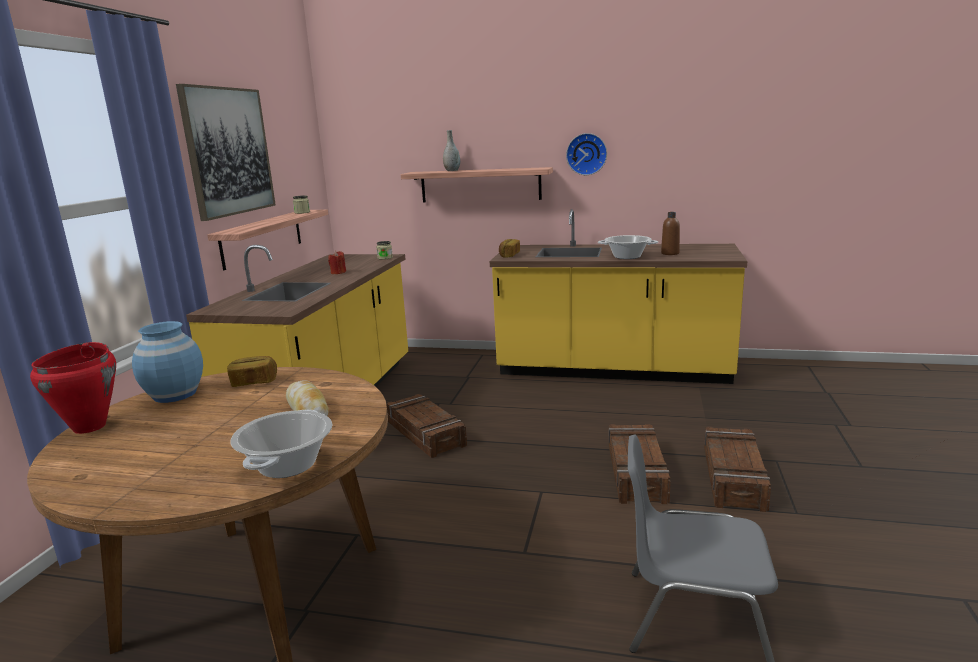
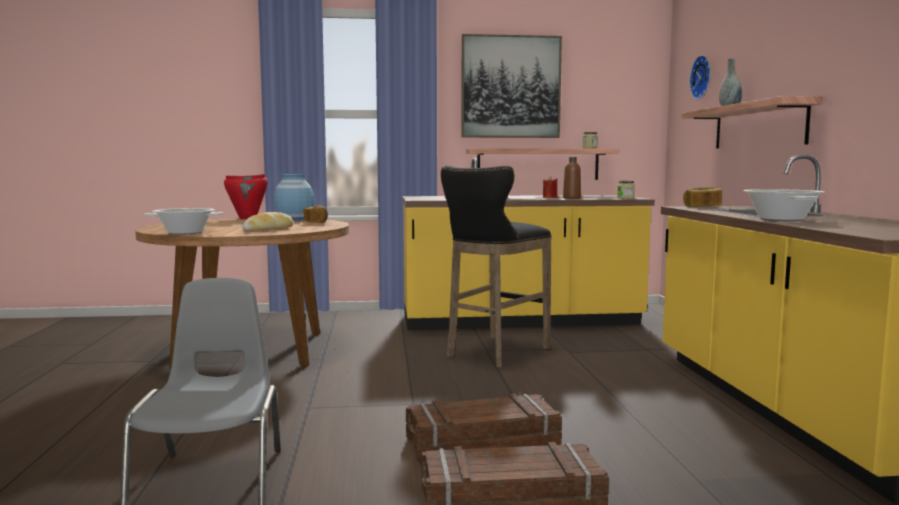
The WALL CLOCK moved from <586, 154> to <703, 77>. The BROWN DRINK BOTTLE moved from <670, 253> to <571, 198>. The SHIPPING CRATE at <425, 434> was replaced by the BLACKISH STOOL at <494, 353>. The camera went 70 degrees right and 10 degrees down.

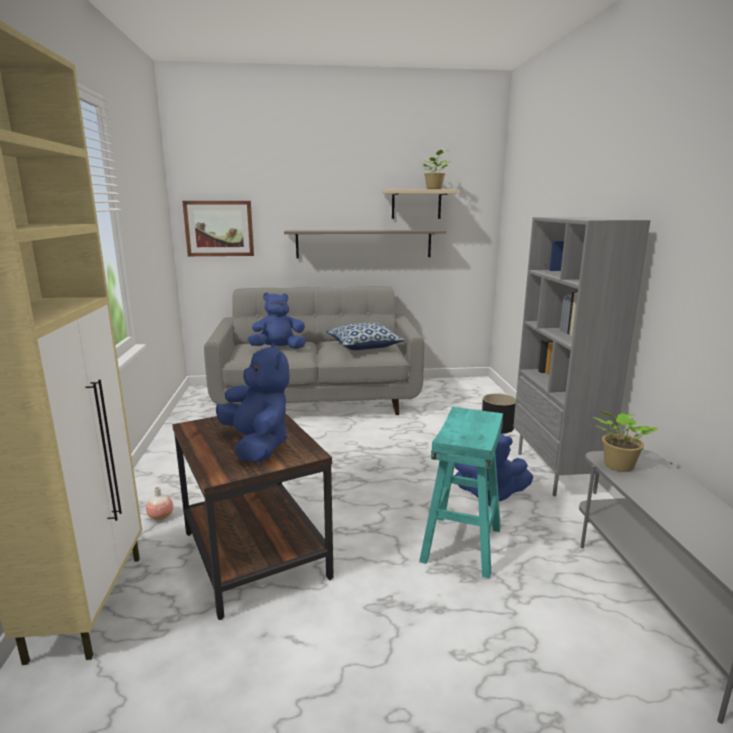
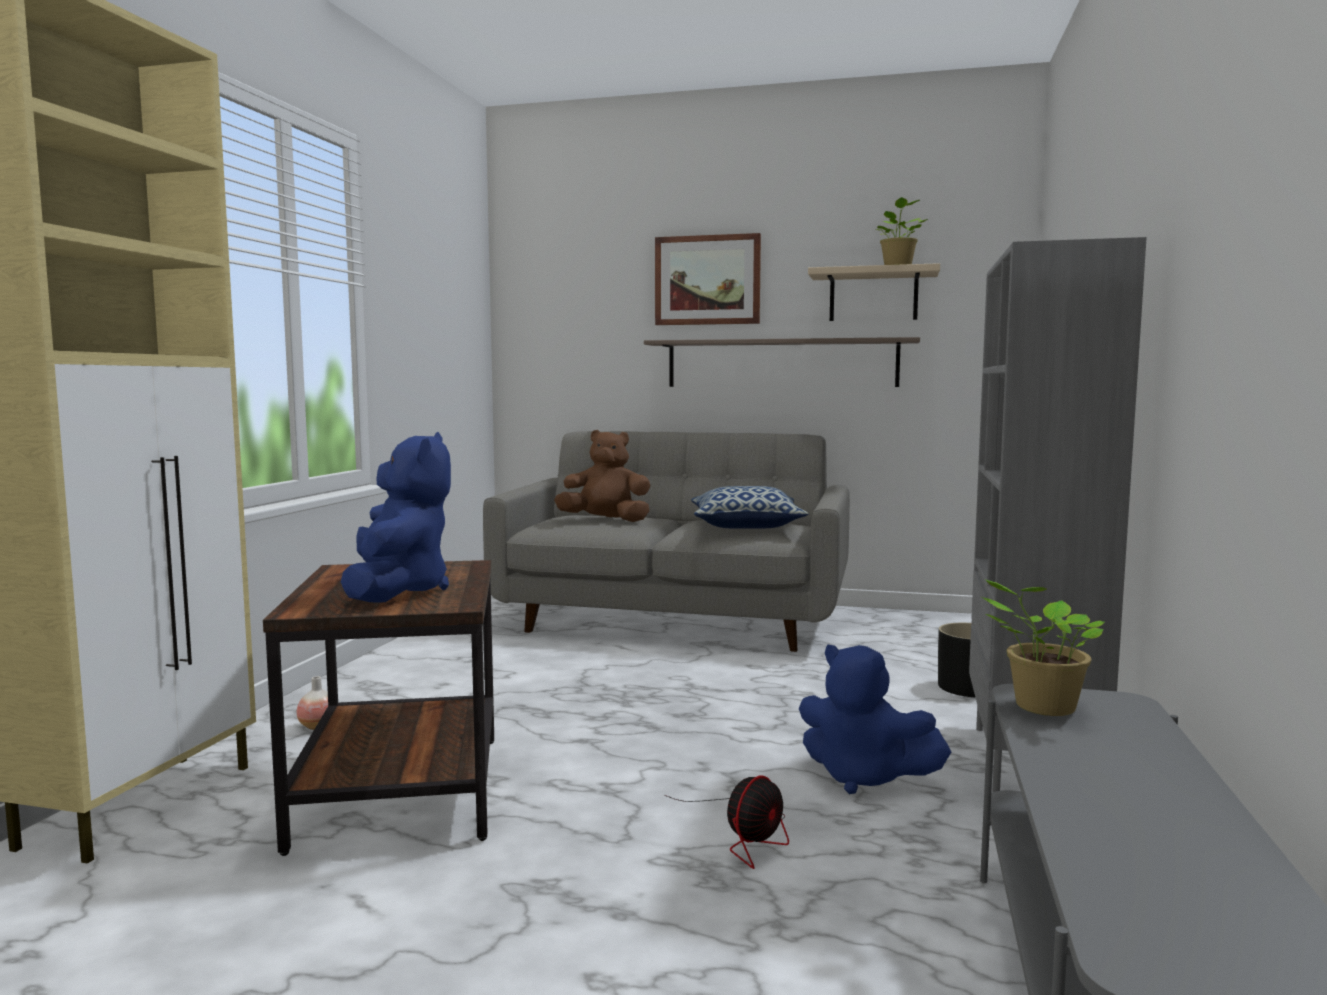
The WALL PICTURE moved from <219, 228> to <707, 280>. The BLUE SOFT TOY at <278, 349> became the BROWN SOFT TOY at <606, 521>. The TURQUOISE-COLOURED STOOL at <462, 544> was replaced by the COOLING FAN at <747, 835>. The camera went 20 degrees right and 10 degrees down.

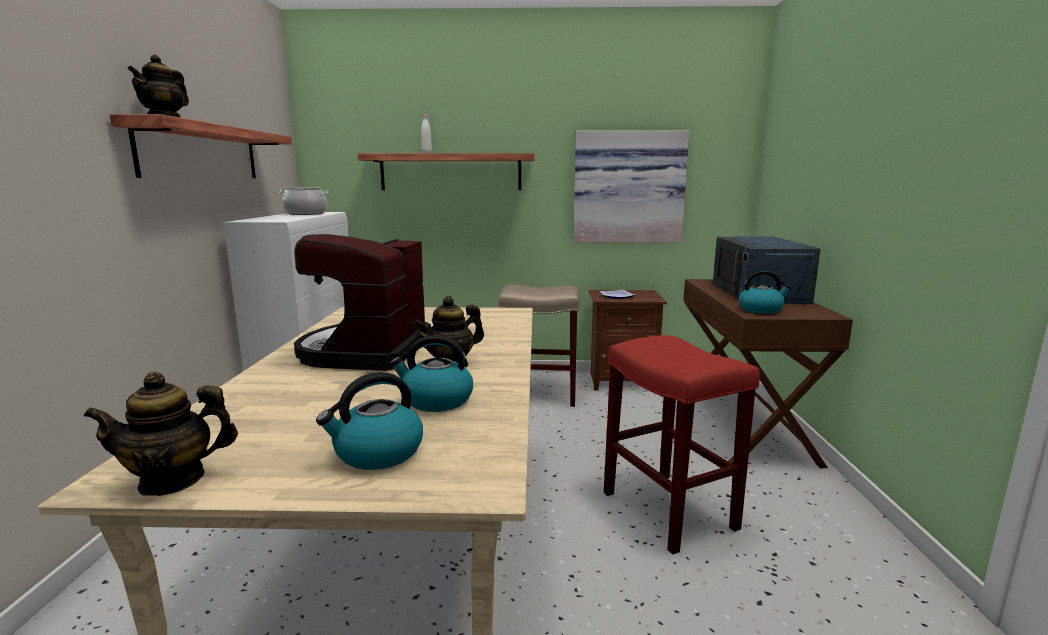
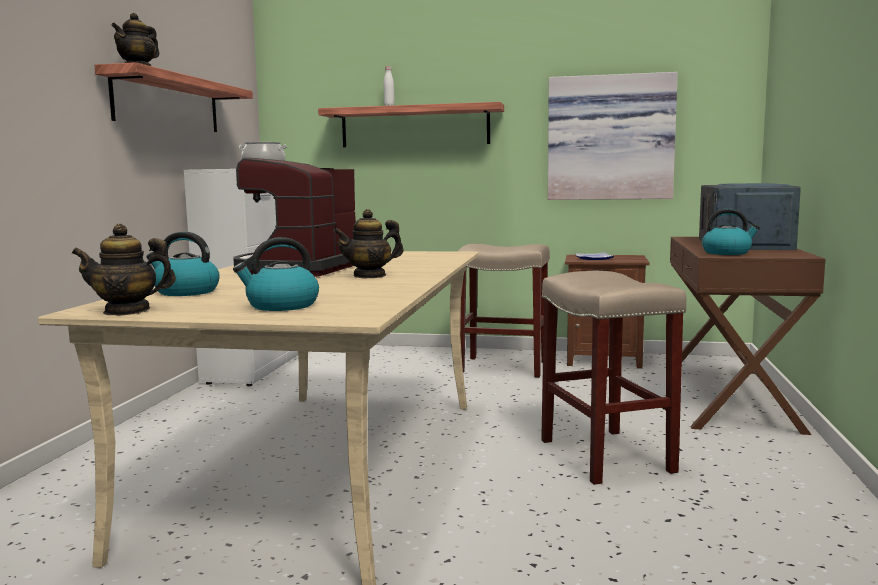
The TEA KETTLE moved from <436, 400> to <185, 292>. The RED-COLOURED STOOL at <666, 509> became the BEIGE-COLOURED STOOL at <604, 455>. The camera went 10 degrees right and 5 degrees down.

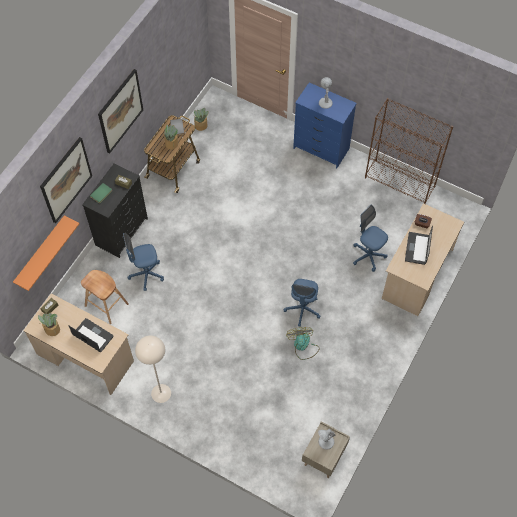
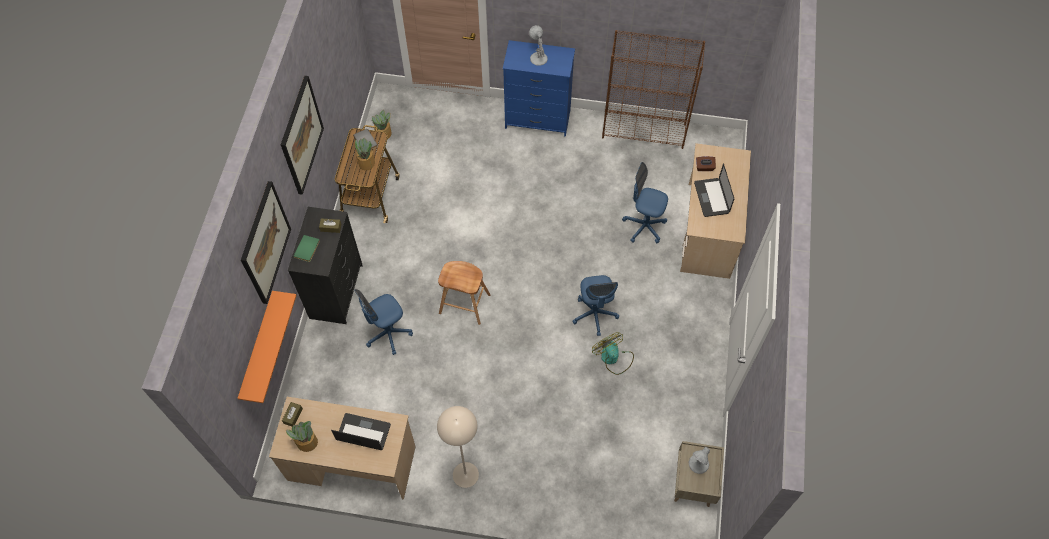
The BROWN STOOL moved from <106, 305> to <464, 304>. The camera went 20 degrees left and 0 degrees up.

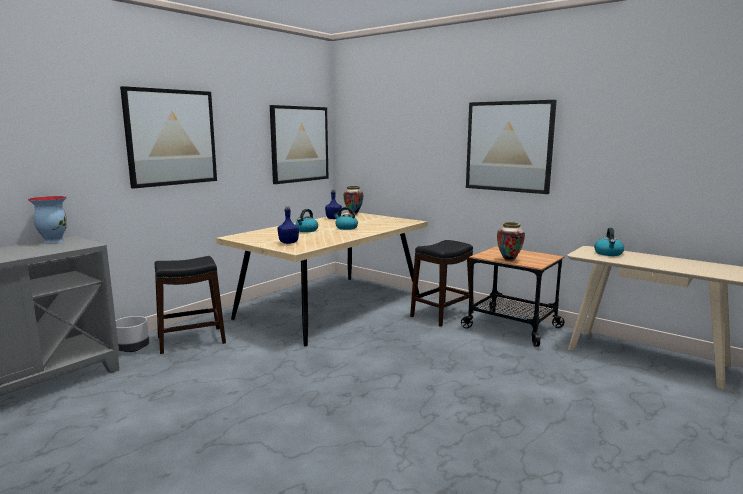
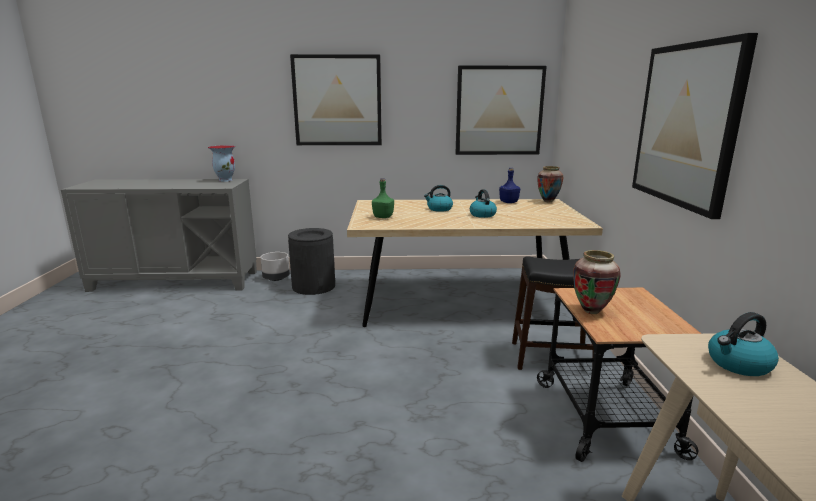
The BLUE DRINK BOTTLE at <288, 242> became the GREENISH DRINK BOTTLE at <383, 217>. The BLACKISH STOOL at <191, 340> was replaced by the BLACKISH RUBBISH BIN at <314, 286>. The camera went 50 degrees right and 5 degrees up.

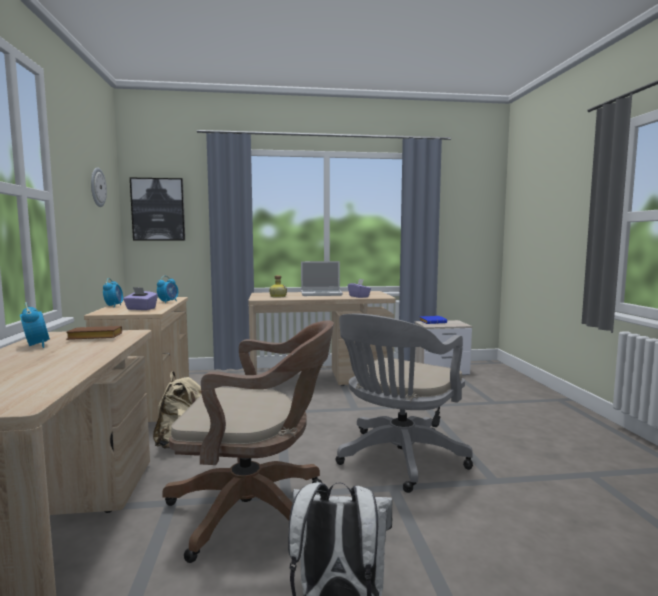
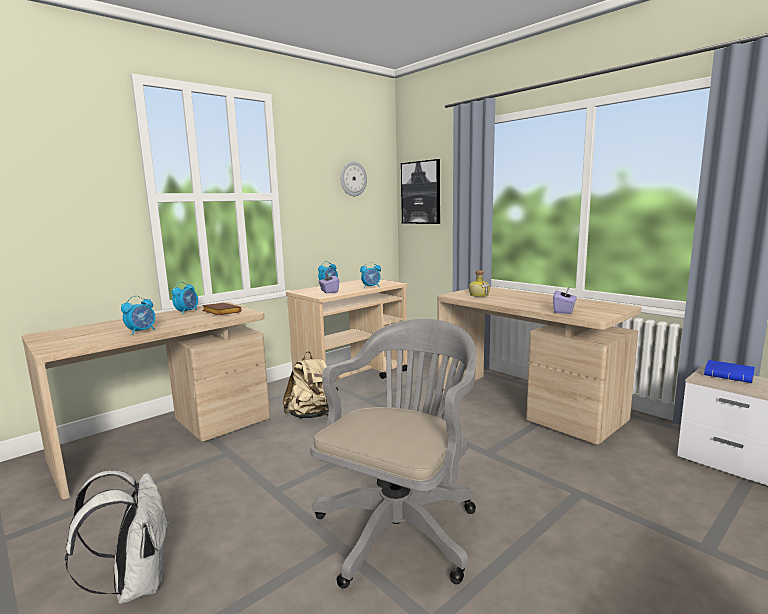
The PORTABLE COMPUTER at <321, 294> disappeared. The GRAY DESK CHAIR at <398, 460> turned 120 degrees clockwise. The BROWN DESK CHAIR at <256, 511> disappeared. The ALARM CLOCK at <142, 331> appeared. The camera went 55 degrees right and 5 degrees up.

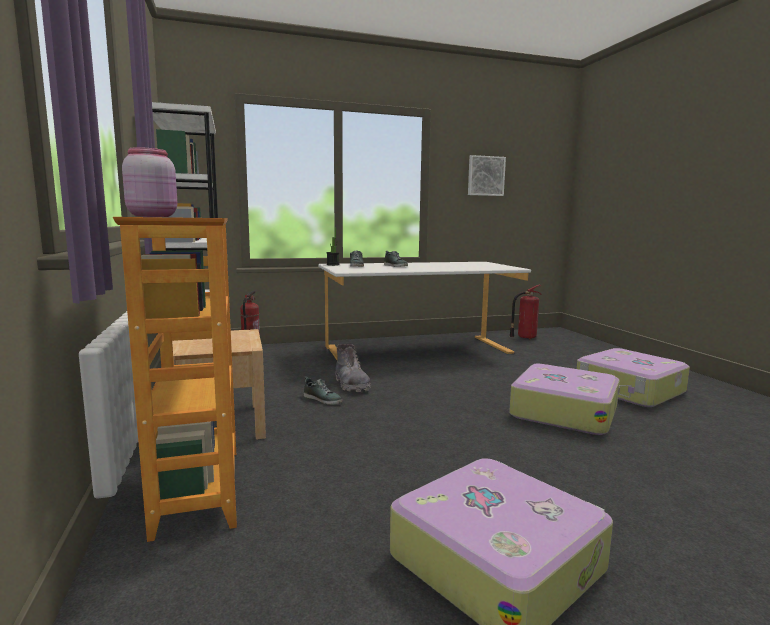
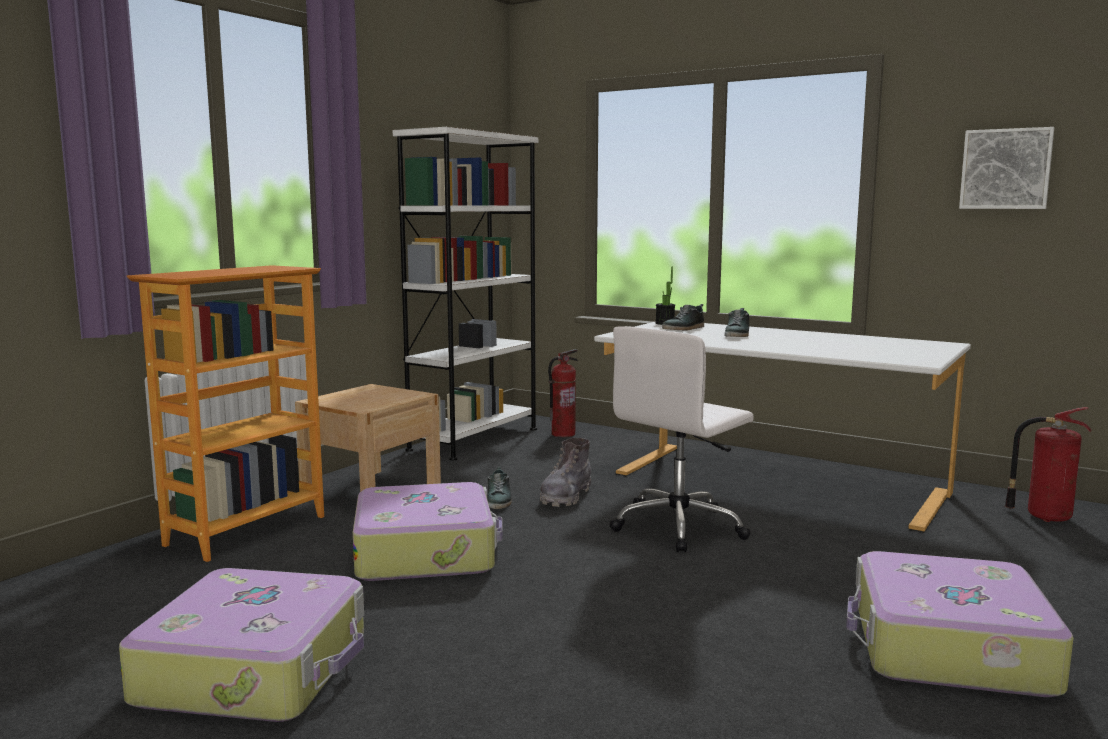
The PINK-COLOURED STORAGE JAR at <153, 216> disappeared. The TRAVEL CASE moved from <563, 411> to <426, 551>. The WHITE DESK CHAIR at <679, 526> appeared. The camera went 50 degrees right and 0 degrees up.

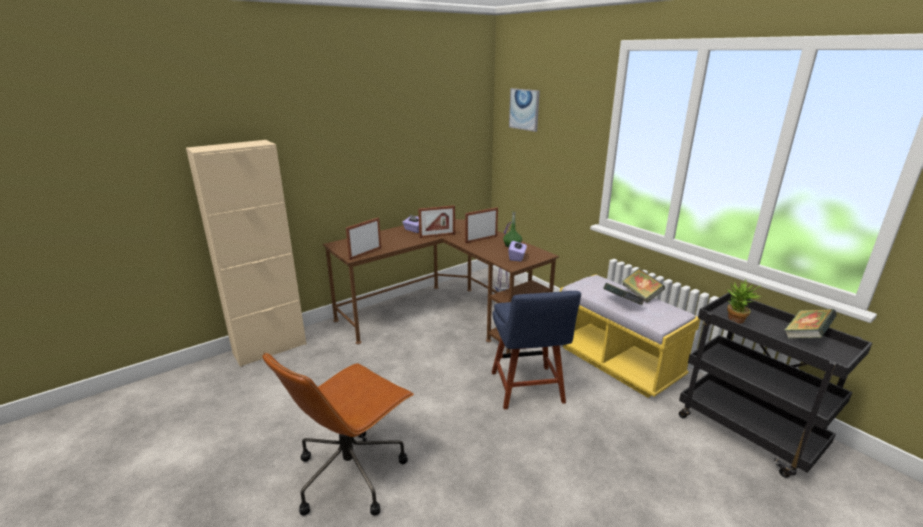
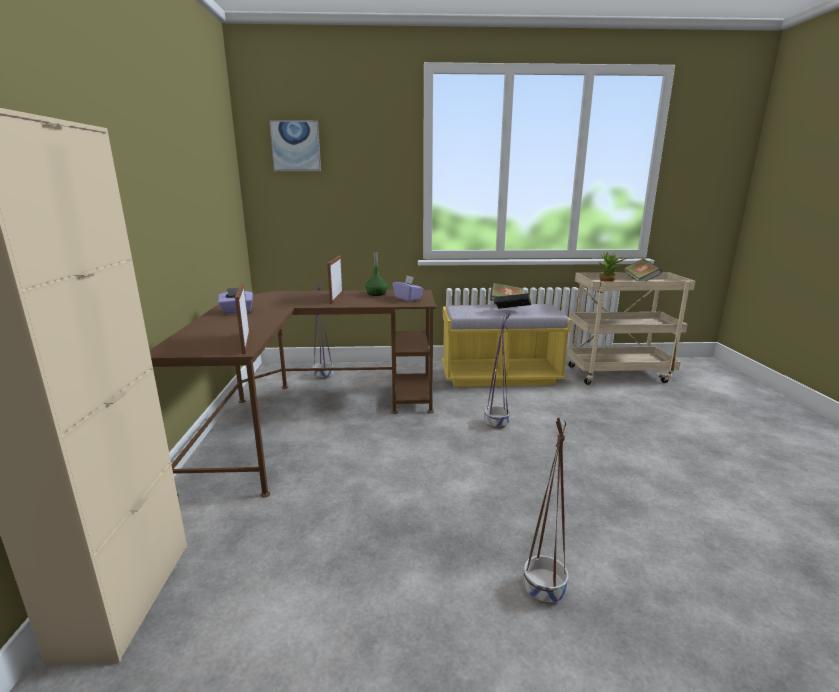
The STANDING FRAME at <437, 236> disappeared. The BLUE PLAIN CHAIR at <528, 390> was replaced by the PURPLE PLANTER at <497, 424>. The BLACKISH CART at <748, 433> became the BEIGE-COLOURED CART at <619, 374>. The BROWN DESK CHAIR at <351, 473> was replaced by the BROWN PLANTER at <543, 590>. The camera went 55 degrees left and 5 degrees down.

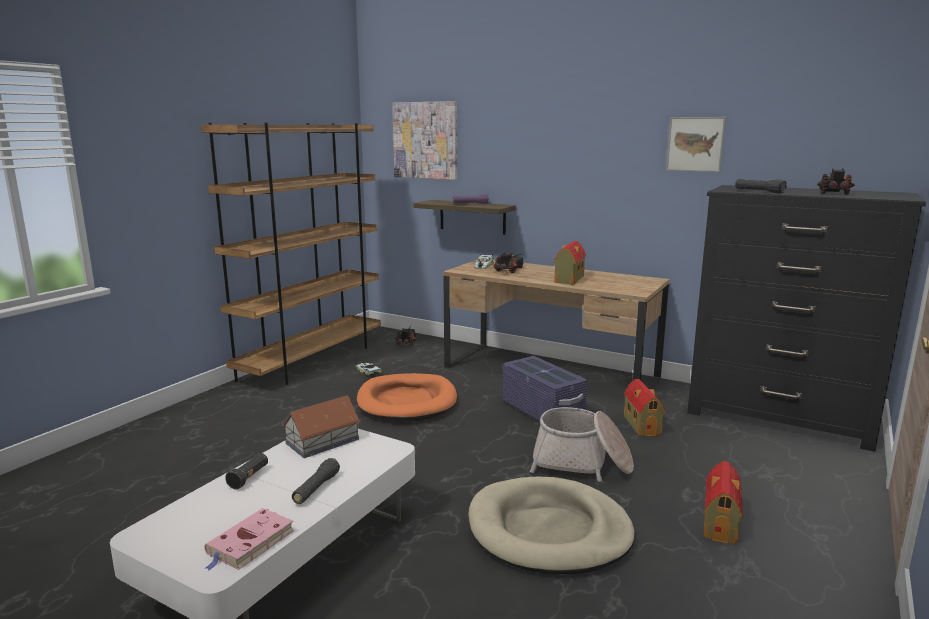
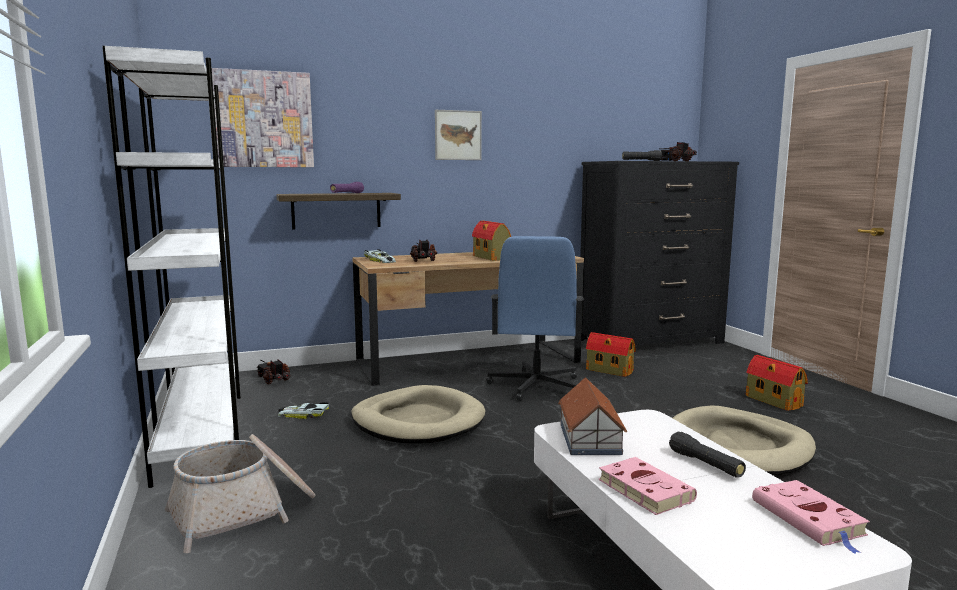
The WALL PICTURE moved from <695, 144> to <458, 135>. The BROWN SHELVING UNIT at <312, 360> became the WHITE SHELVING UNIT at <201, 429>. The PURPLE STORAGE CONTAINER at <542, 411> was replaced by the BLUE DESK CHAIR at <535, 386>. The ORANGE PET BED at <407, 401> became the BEIGE-COLOURED PET BED at <418, 421>. The BASKET moved from <581, 463> to <244, 511>. The BLACKISH TORCH at <249, 478> was replaced by the PINK-COLOURED BOOK at <642, 489>. The camera went 50 degrees left and 5 degrees down.

